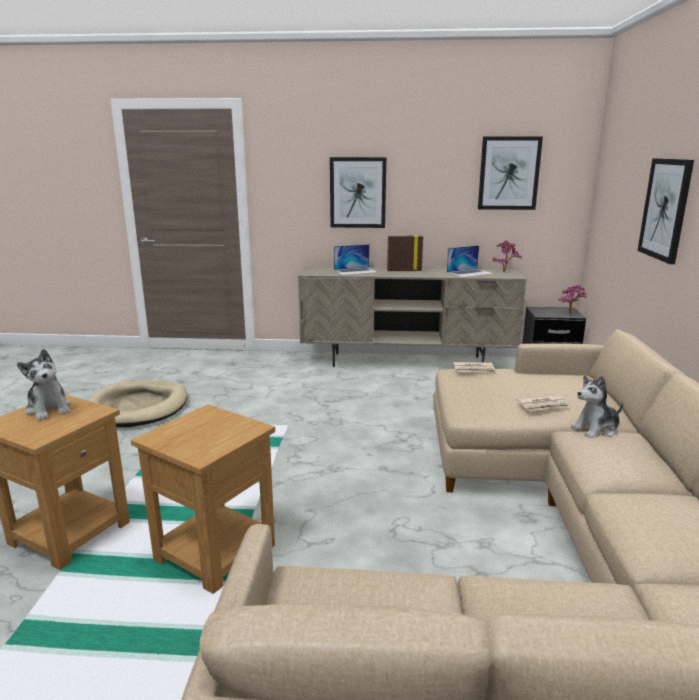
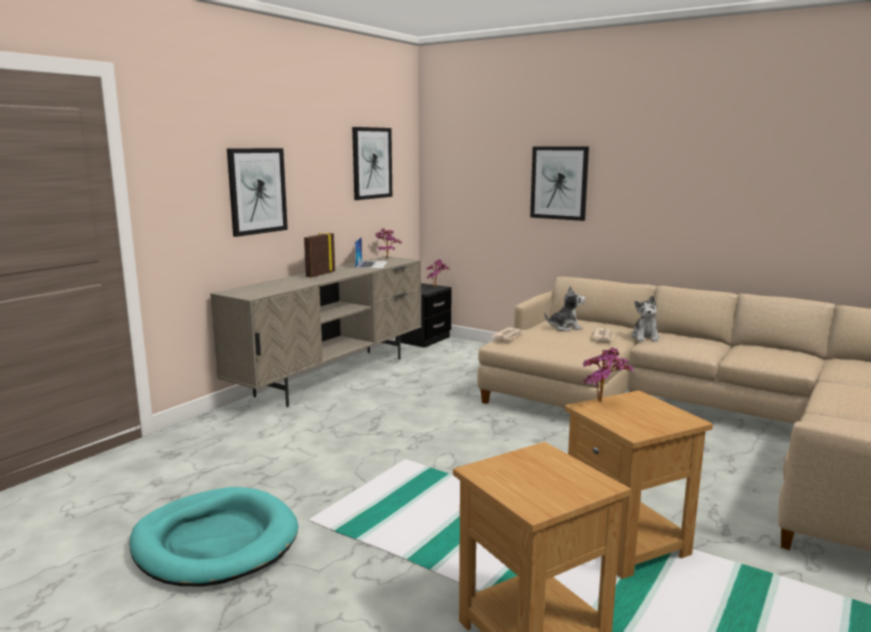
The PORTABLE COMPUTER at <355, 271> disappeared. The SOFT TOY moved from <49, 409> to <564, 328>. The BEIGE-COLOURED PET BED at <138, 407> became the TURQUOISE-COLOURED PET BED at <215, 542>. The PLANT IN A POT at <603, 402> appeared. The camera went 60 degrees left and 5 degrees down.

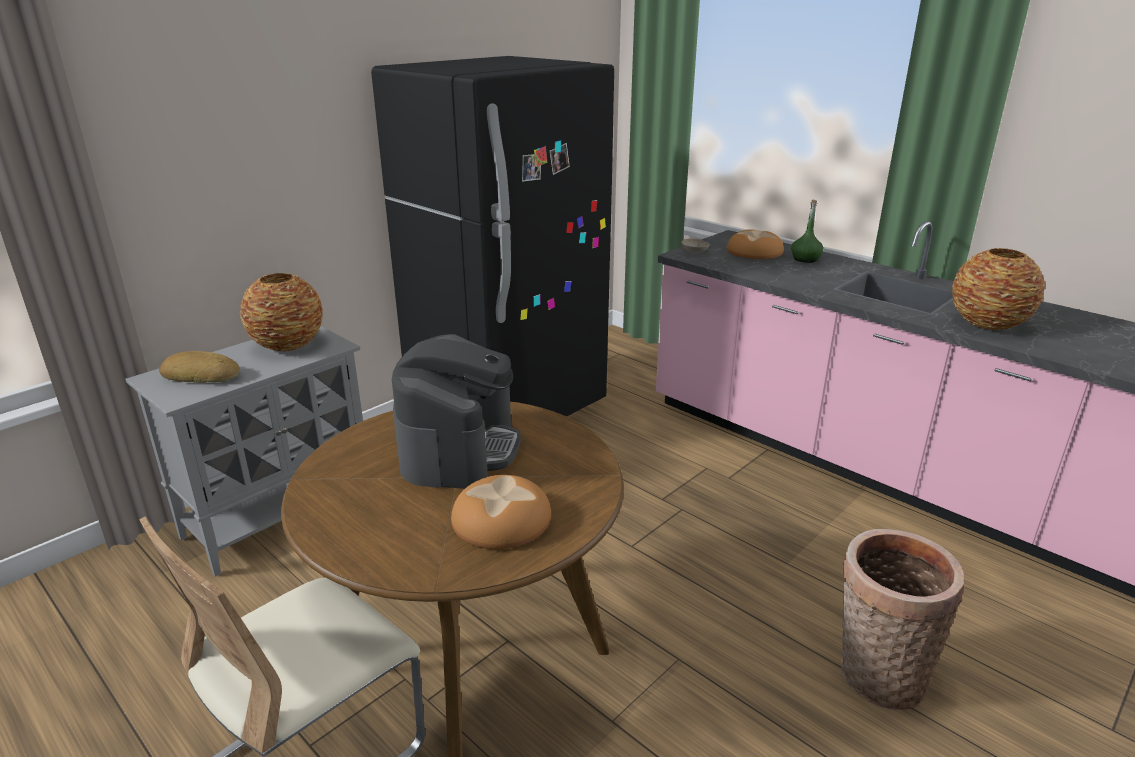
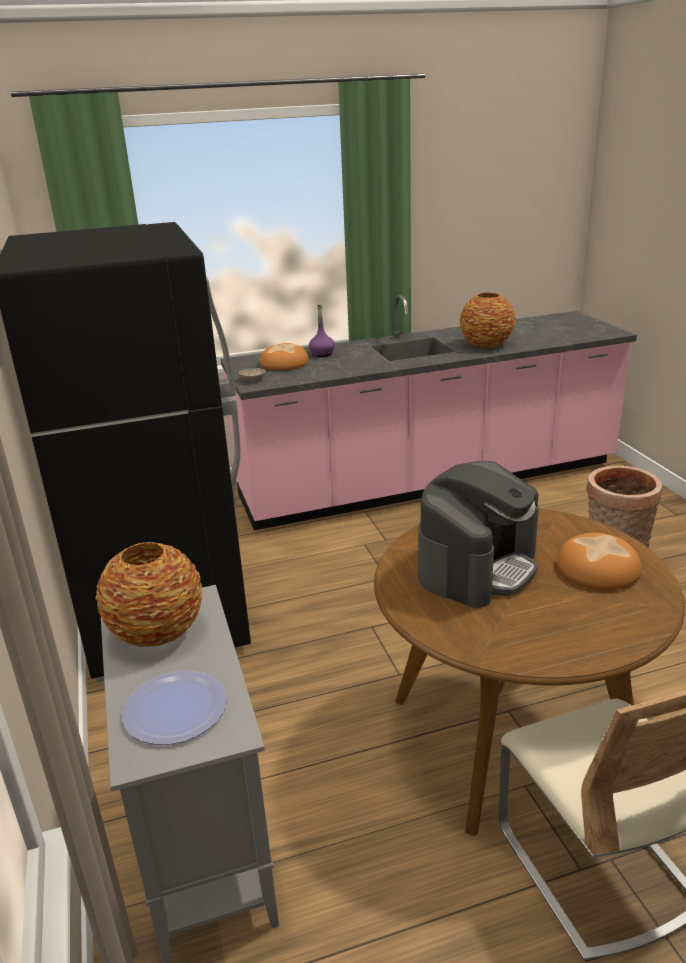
The GREENISH DRINK BOTTLE at <805, 259> became the PURPLE DRINK BOTTLE at <322, 354>. The COFFEE MACHINE at <459, 448> turned 90 degrees clockwise. The BAKERY BREAD at <202, 374> was replaced by the PLATE at <175, 709>. The camera went 60 degrees left and 0 degrees up.

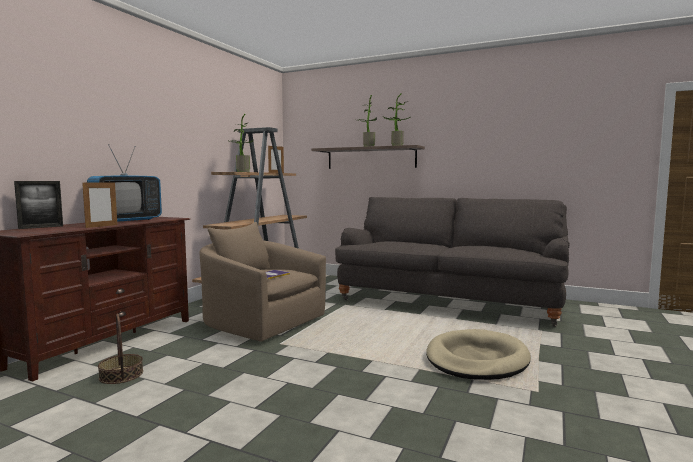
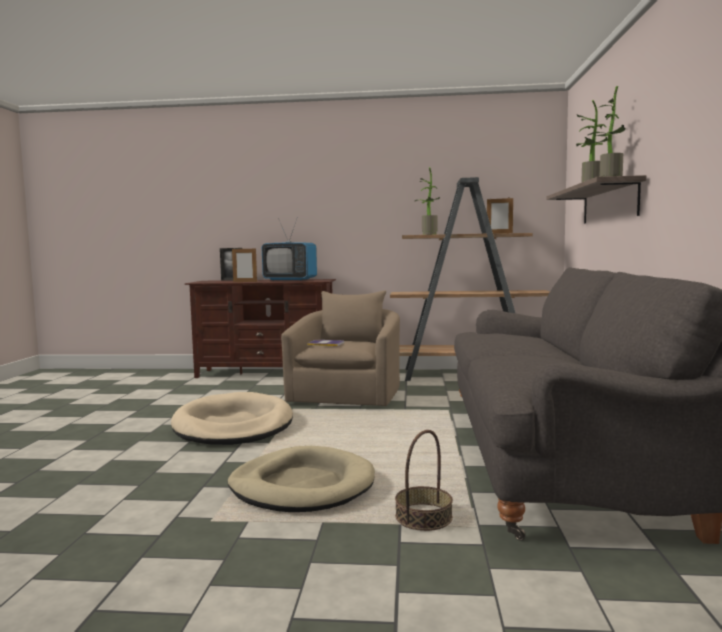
The BASKET moved from <121, 375> to <424, 517>. The BEIGE-COLOURED PET BED at <233, 425> appeared. The camera went 70 degrees right and 0 degrees up.

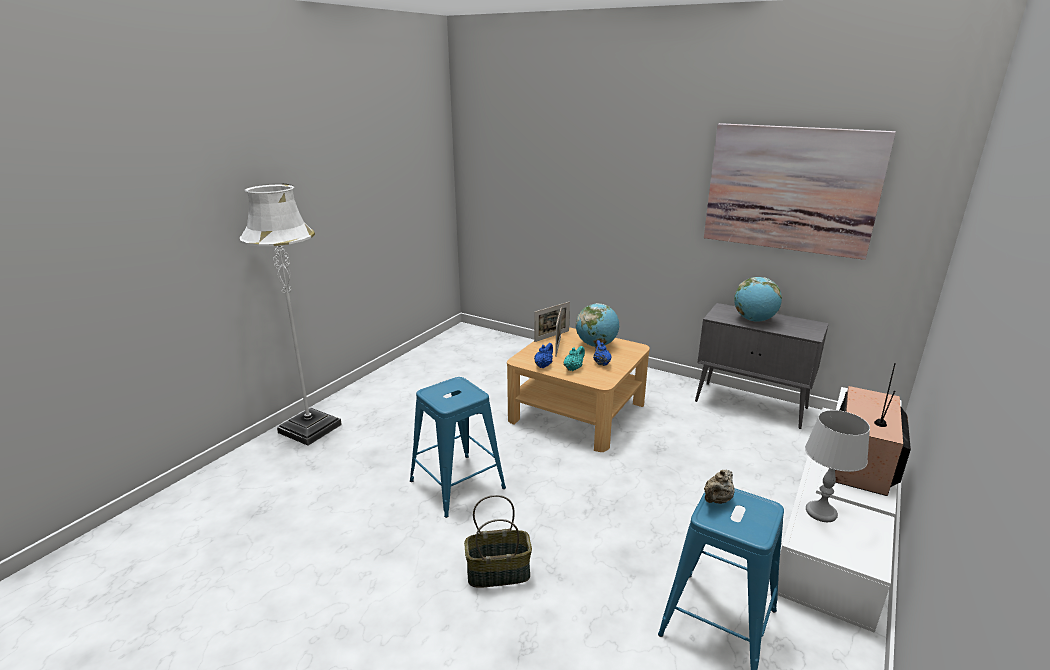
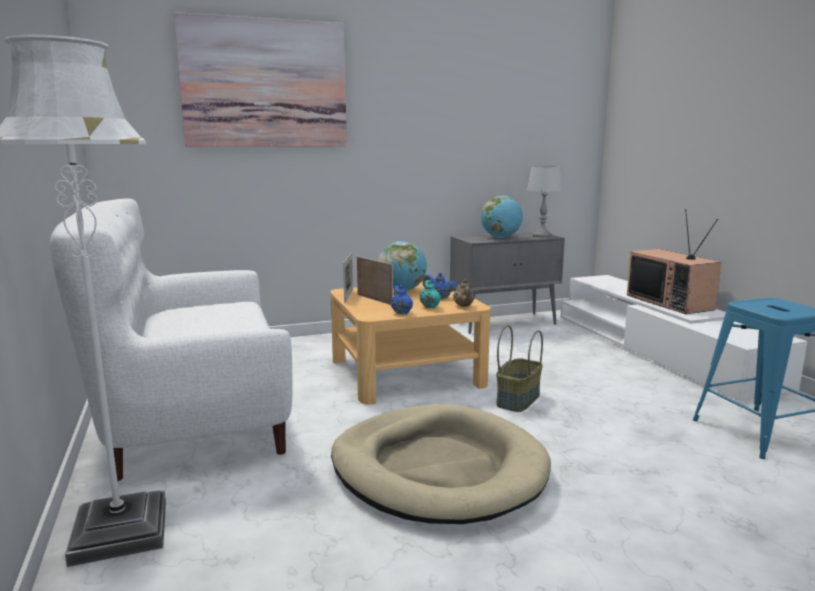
The WALL PICTURE moved from <790, 189> to <265, 84>. The BLUE STOOL at <457, 485> was replaced by the BEIGE-COLOURED PET BED at <437, 469>. The GRAY TABLE LAMP moved from <821, 513> to <542, 236>. The BEIGE-COLOURED TEAPOT moved from <717, 500> to <463, 306>. The BASKET moved from <499, 572> to <517, 400>. The WHITE SETTEE at <190, 414> appeared. The camera went 50 degrees left and 10 degrees down.

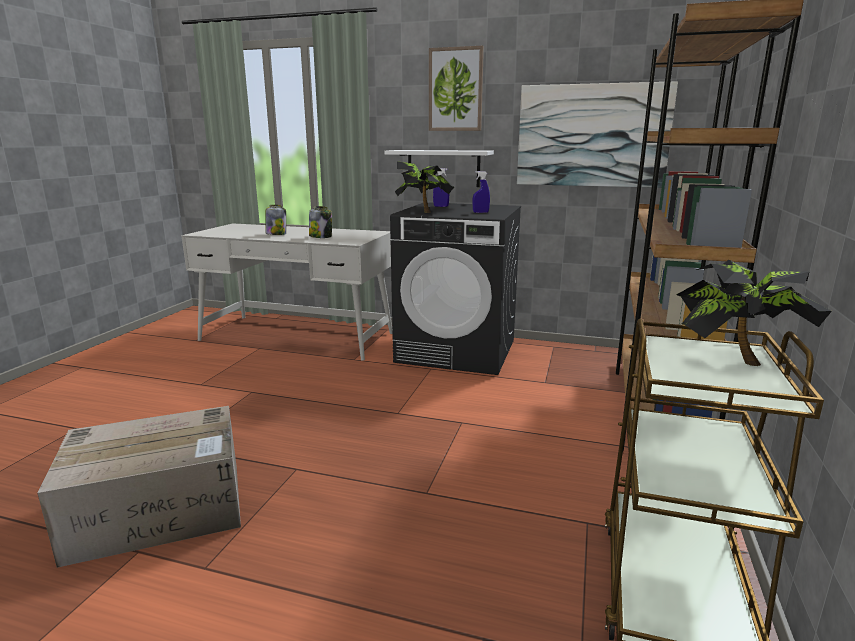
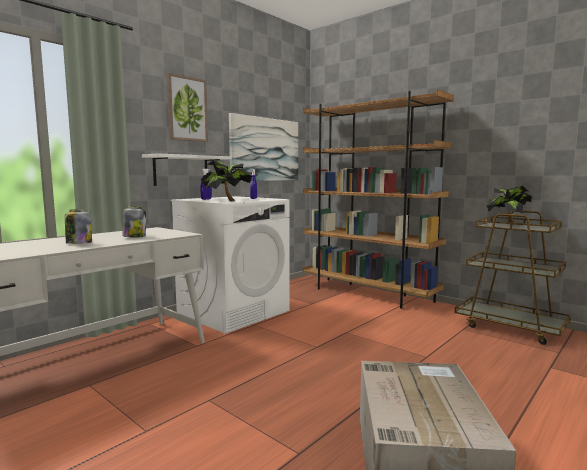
The BLACKISH LAUNDRY APPLIANCE at <457, 351> became the WHITE LAUNDRY APPLIANCE at <234, 312>. The camera went 65 degrees left and 10 degrees down.

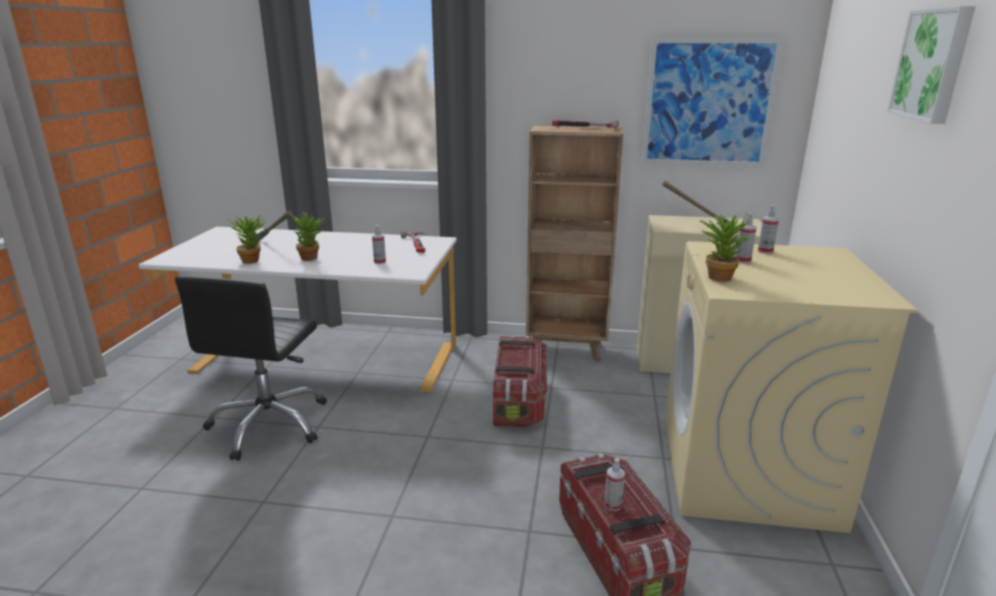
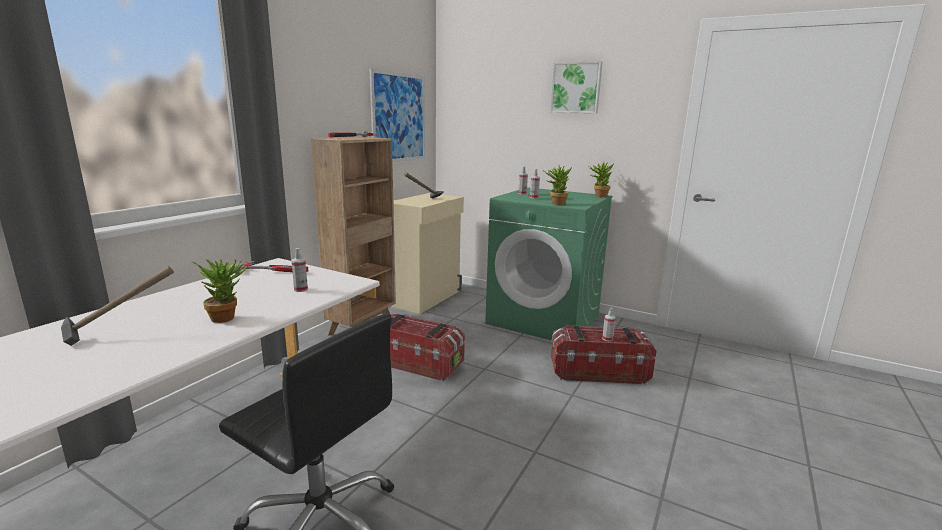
The PLANT IN A POT moved from <252, 260> to <598, 195>. The BEIGE-COLOURED LAUNDRY APPLIANCE at <747, 471> became the GREENISH LAUNDRY APPLIANCE at <544, 319>. The camera went 70 degrees left and 5 degrees down.

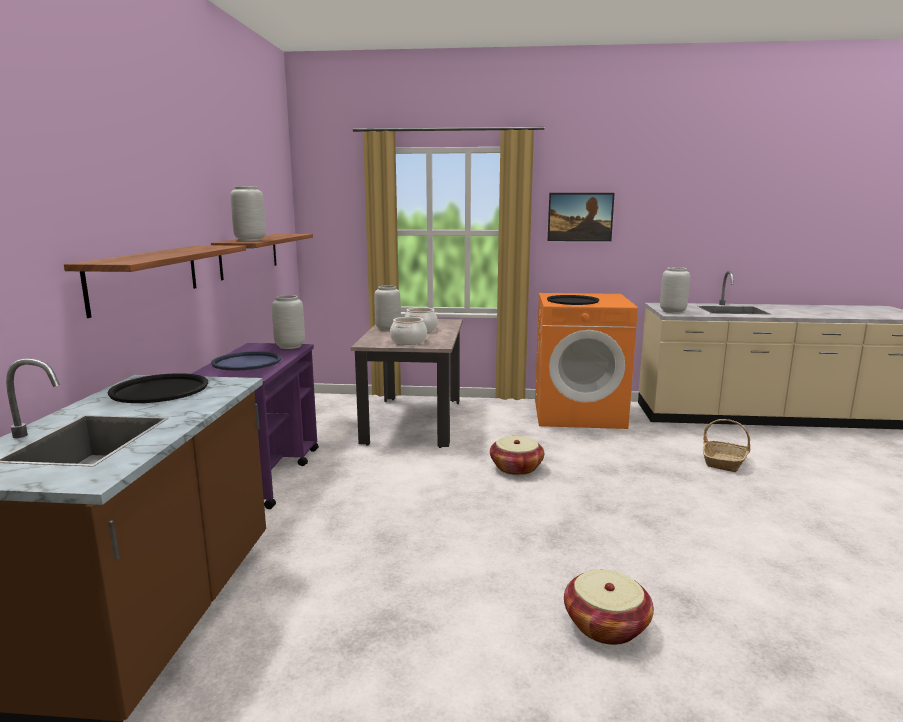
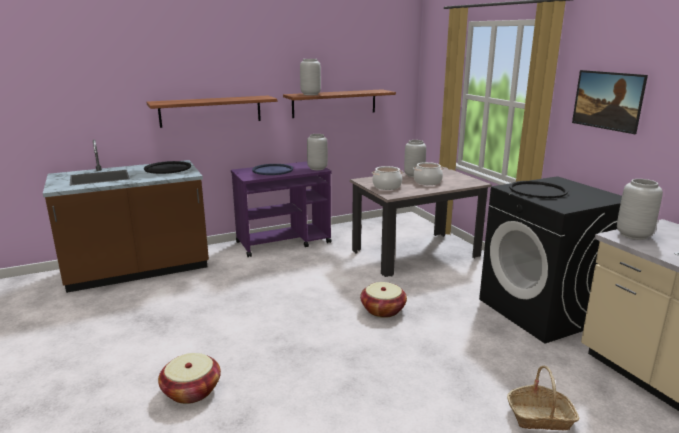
The ORANGE LAUNDRY APPLIANCE at <579, 413> became the BLACKISH LAUNDRY APPLIANCE at <542, 311>. The camera went 60 degrees right and 5 degrees up.

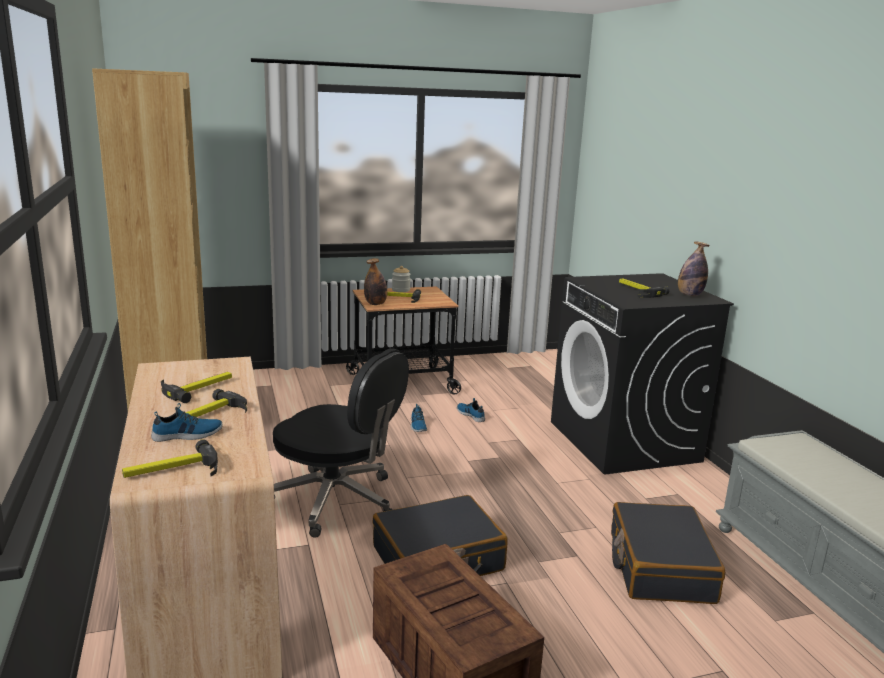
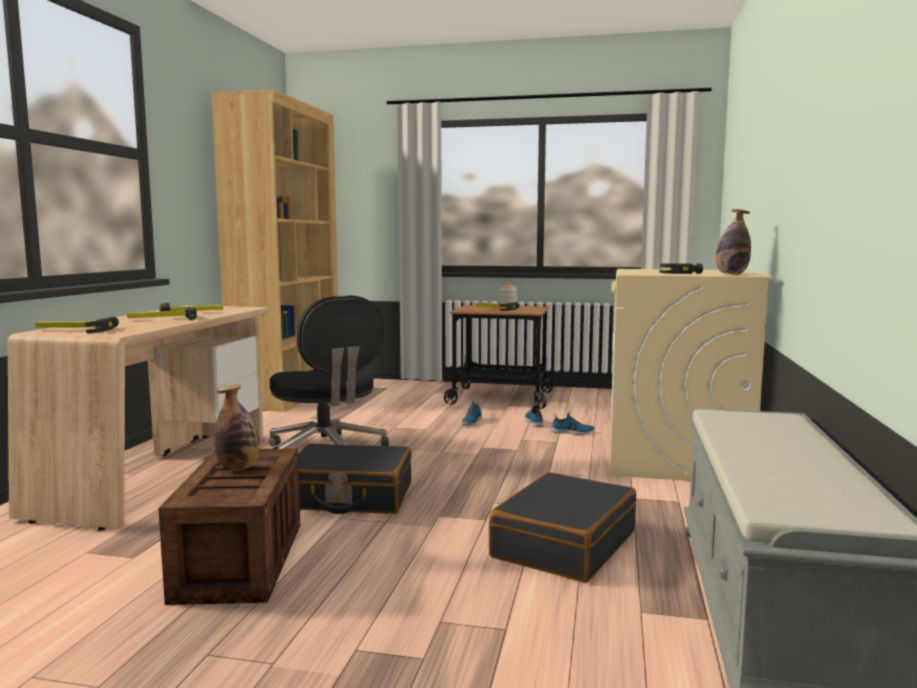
The DRINK BOTTLE moved from <375, 304> to <238, 468>. The BLACKISH LAUNDRY APPLIANCE at <624, 442> became the BEIGE-COLOURED LAUNDRY APPLIANCE at <676, 458>. The LOW SHOE moved from <187, 435> to <572, 432>. The camera went 30 degrees right and 10 degrees down.

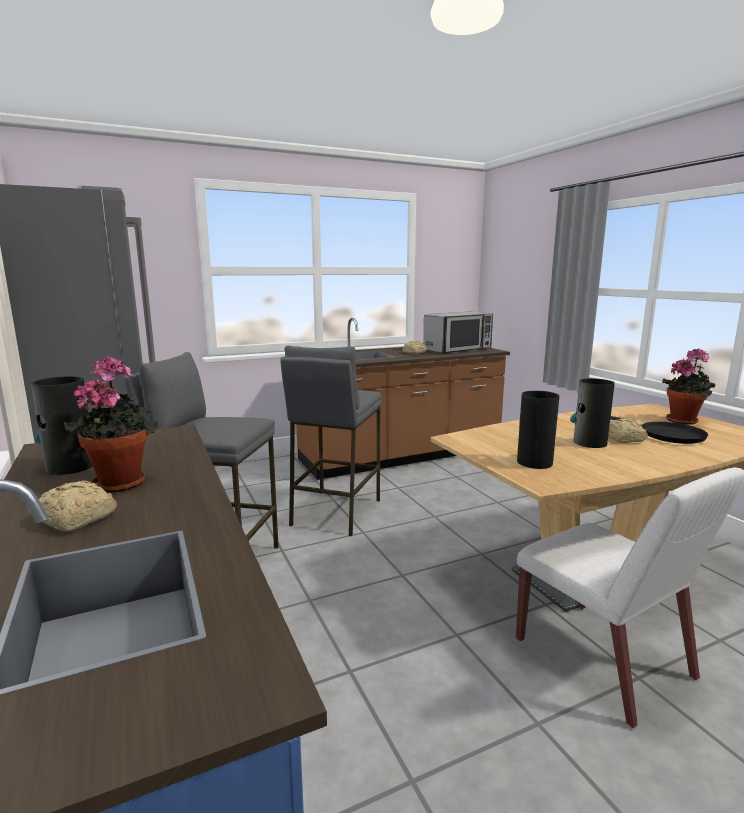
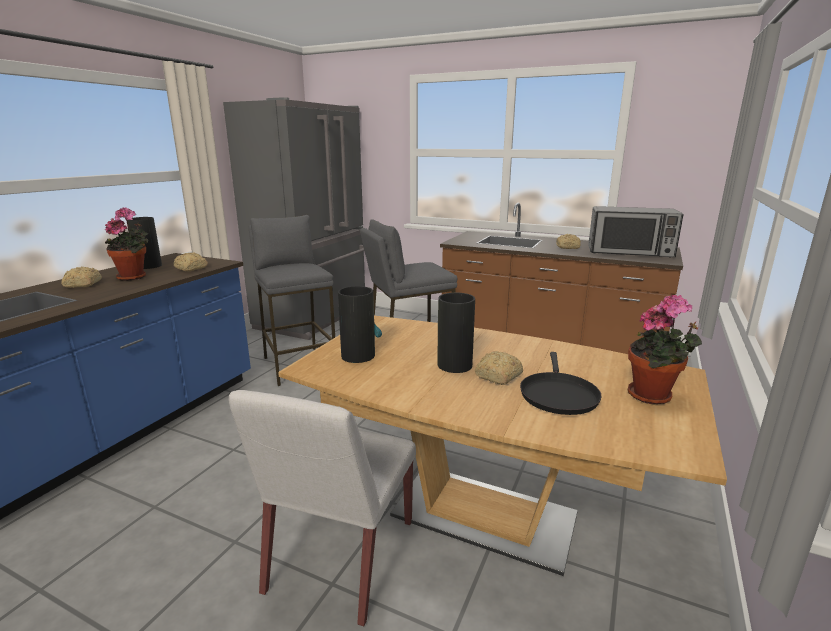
The BAKERY BREAD at <191, 268> appeared. The camera went 50 degrees right and 5 degrees up.

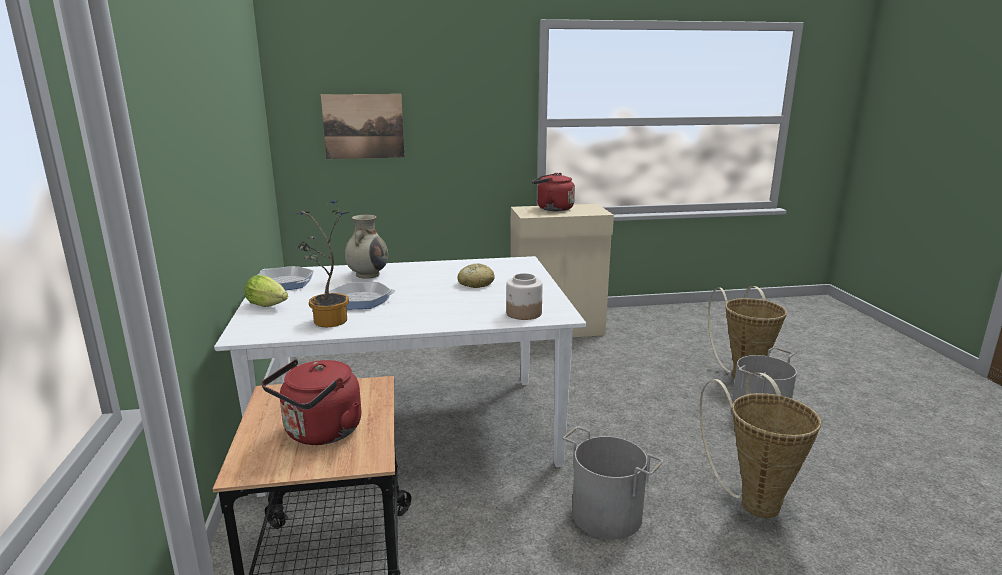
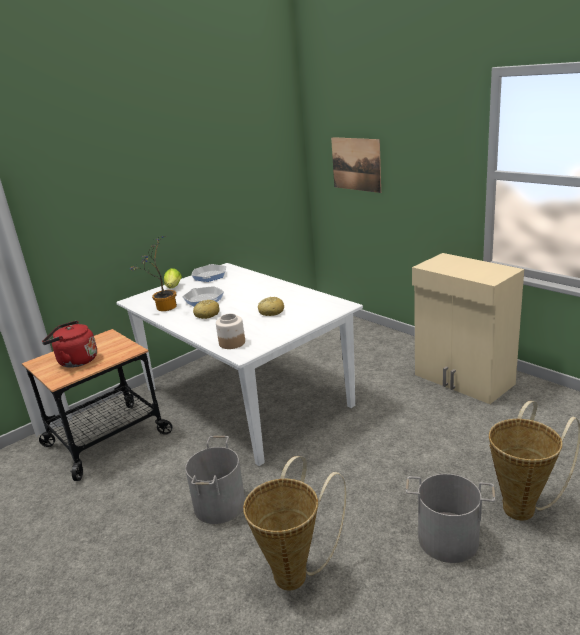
The RED-COLOURED TEA KETTLE at <552, 209> disappeared. The BEIGE-COLOURED FLOWER VASE at <368, 274> disappeared. The BAKERY BREAD at <207, 314> appeared. The camera went 60 degrees right and 5 degrees up.

